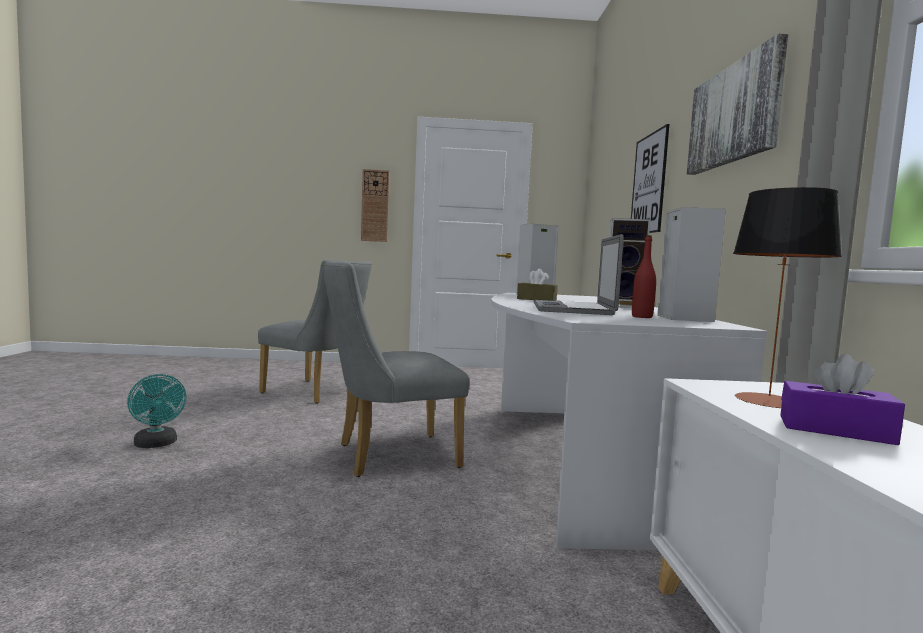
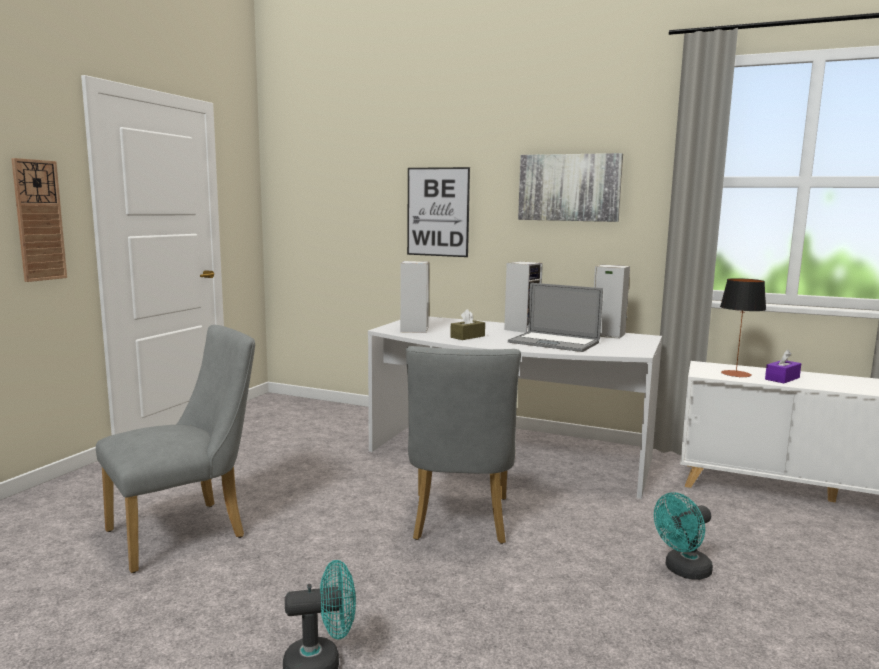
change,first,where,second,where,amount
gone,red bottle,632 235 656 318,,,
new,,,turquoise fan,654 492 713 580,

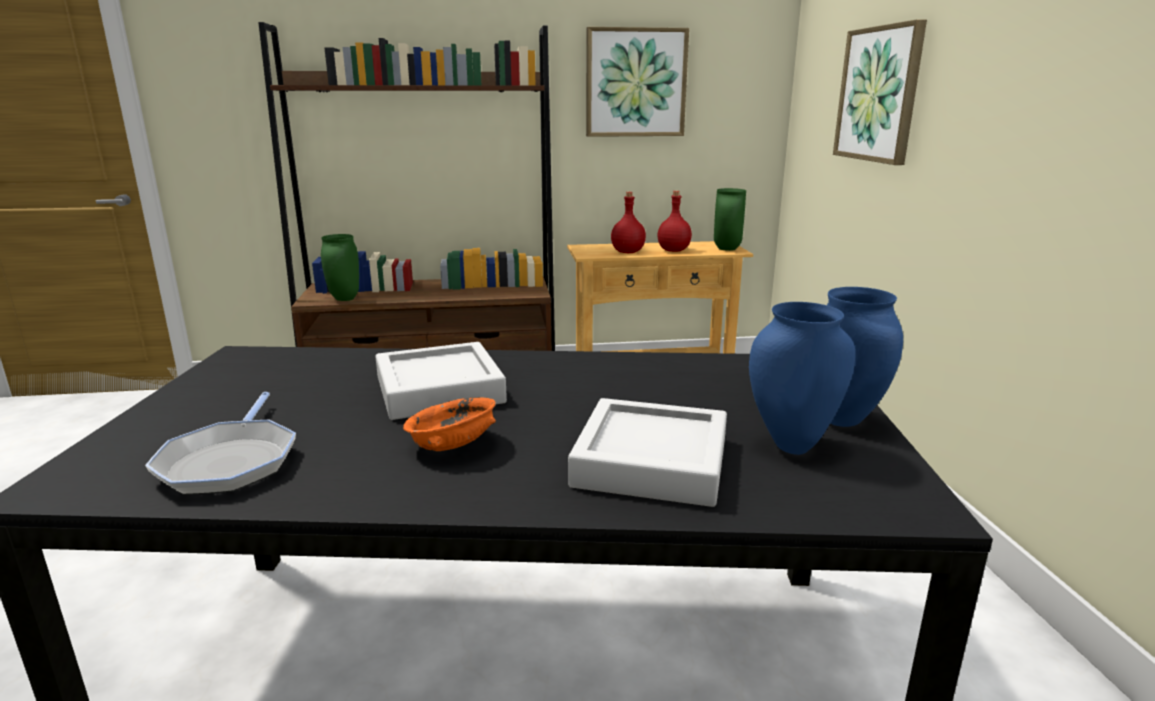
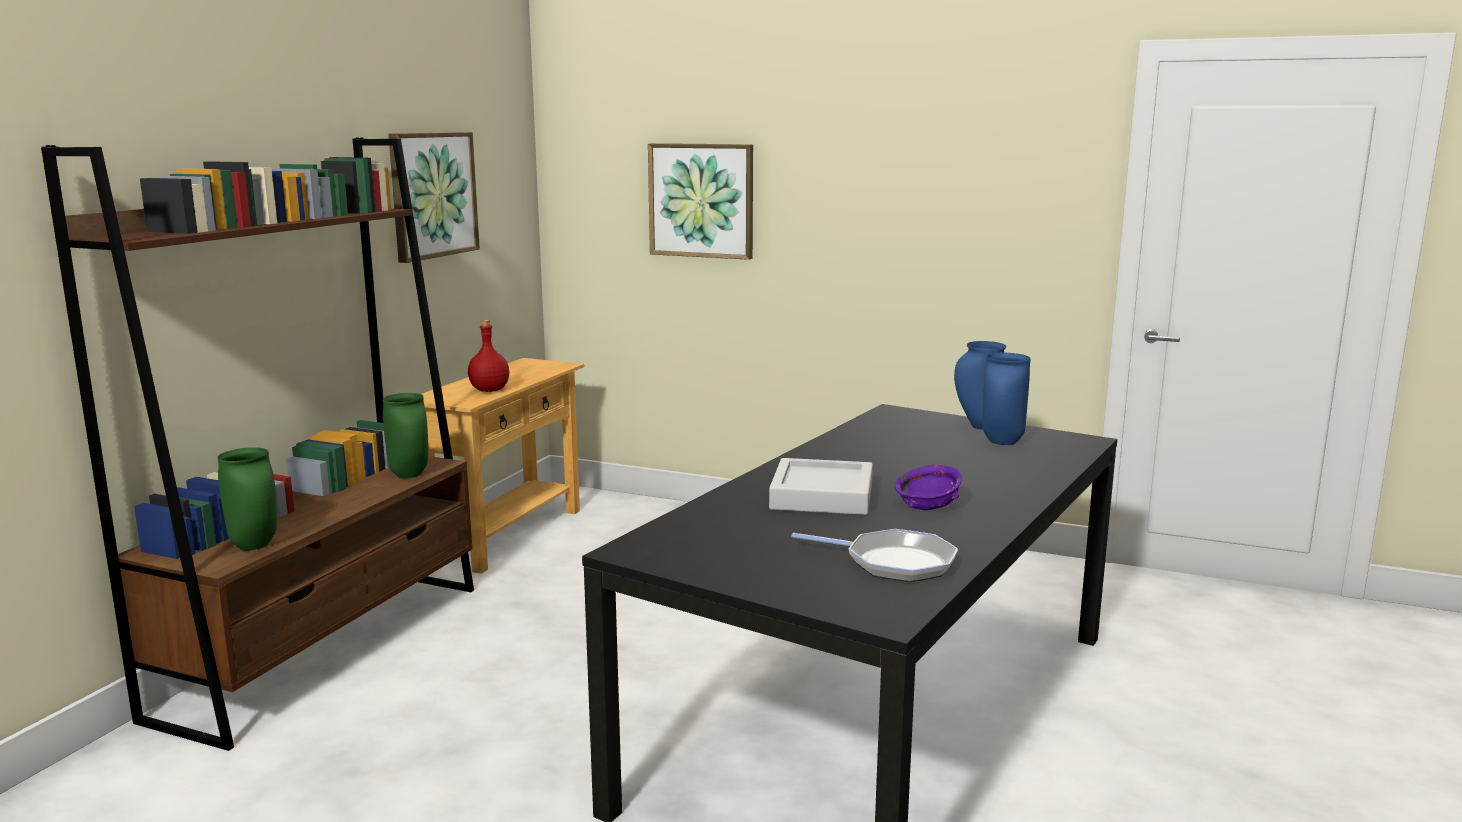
change,first,where,second,where,amount
gone,grey tray,568 398 727 507,,,
gone,red bottle,658 191 692 252,,,
shifted,green vase,714 188 746 251,,383 393 428 478,
repainted,orange bowl,403 397 496 451,purple bowl,895 465 962 510,

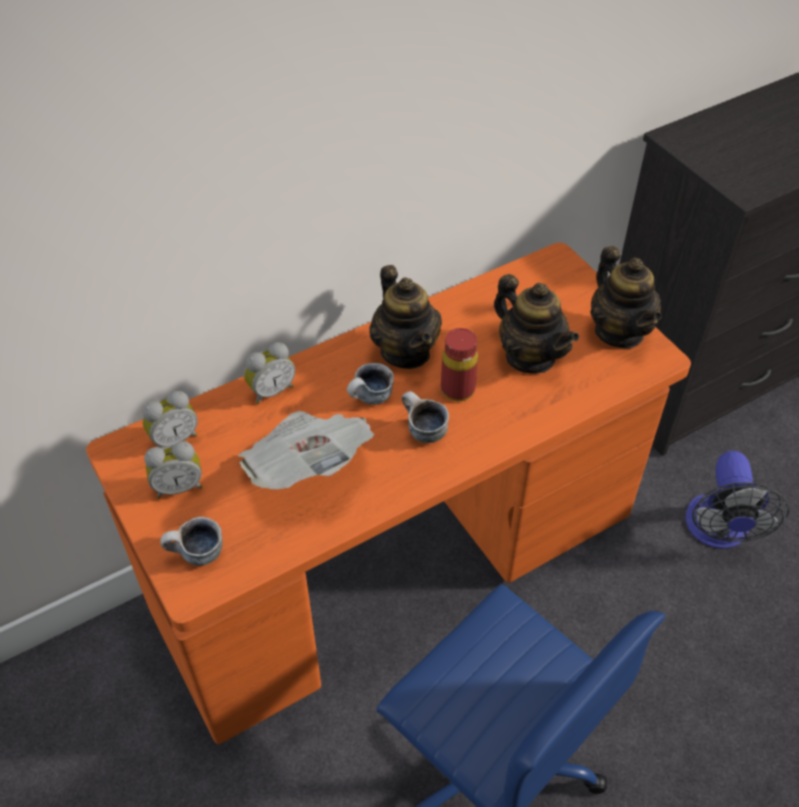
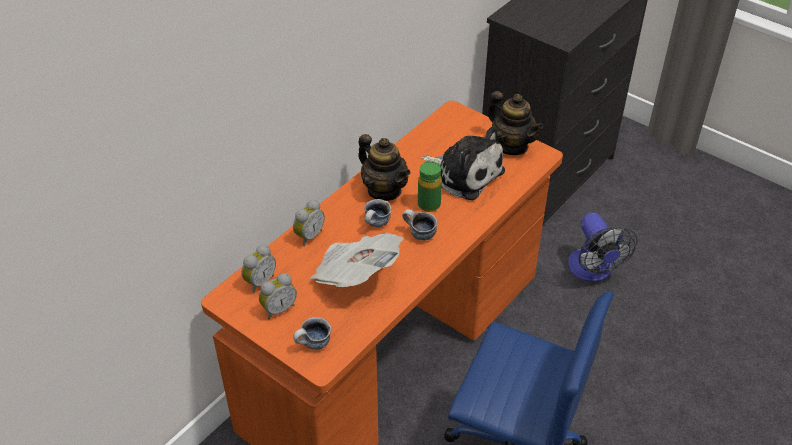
change,first,where,second,where,amount
swapped,teapot,494 274 579 374,plush toy,422 127 505 200,
repainted,red bottle,441 328 478 402,green bottle,418 161 442 212,

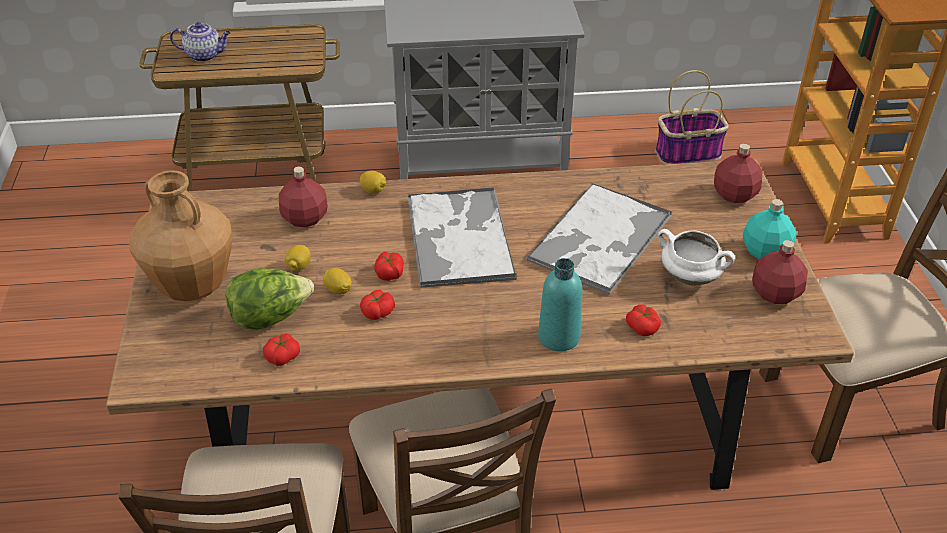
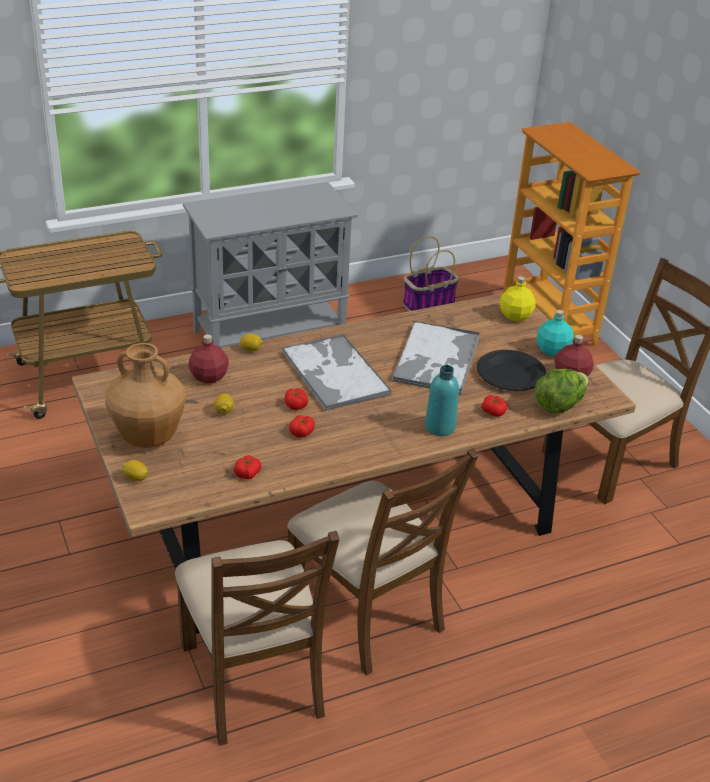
change,first,where,second,where,amount
gone,teapot,170 22 231 62,,,
shifted,lettuce,226 268 314 330,,534 369 588 413,
shifted,lemon,324 268 352 294,,123 460 148 481,
swapped,white cooking pot,658 229 735 286,black plate,477 350 546 391,
repainted,red bottle,714 144 763 203,yellow bottle,499 276 536 322,

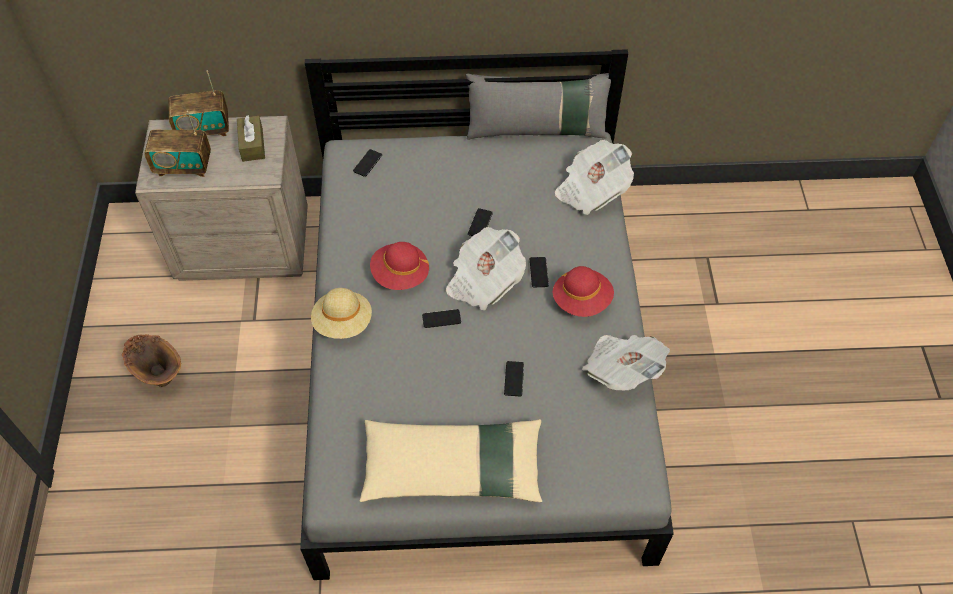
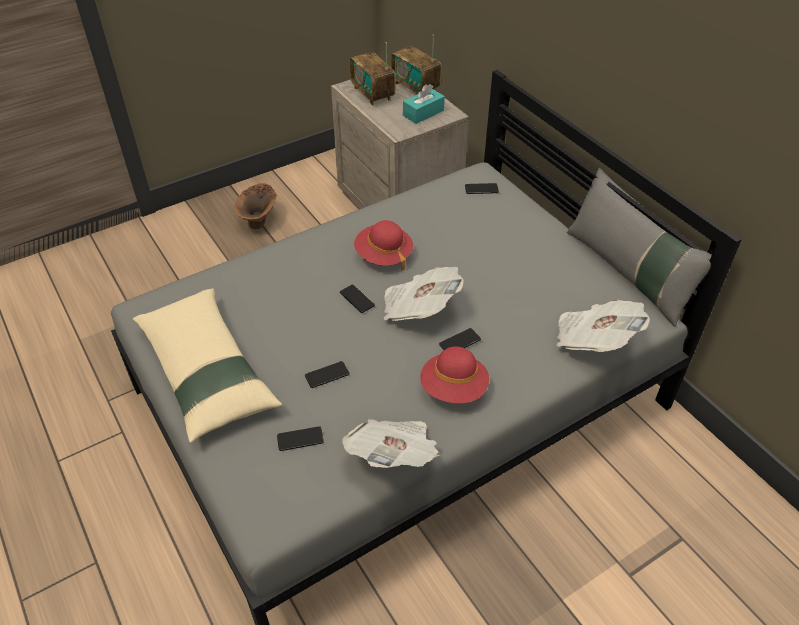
change,first,where,second,where,amount
gone,beige hat,311 288 372 339,,,
shifted,phone,468 208 493 236,,277 426 324 451,
repainted,brown tissue box,237 115 265 162,turquoise tissue box,403 84 445 124,

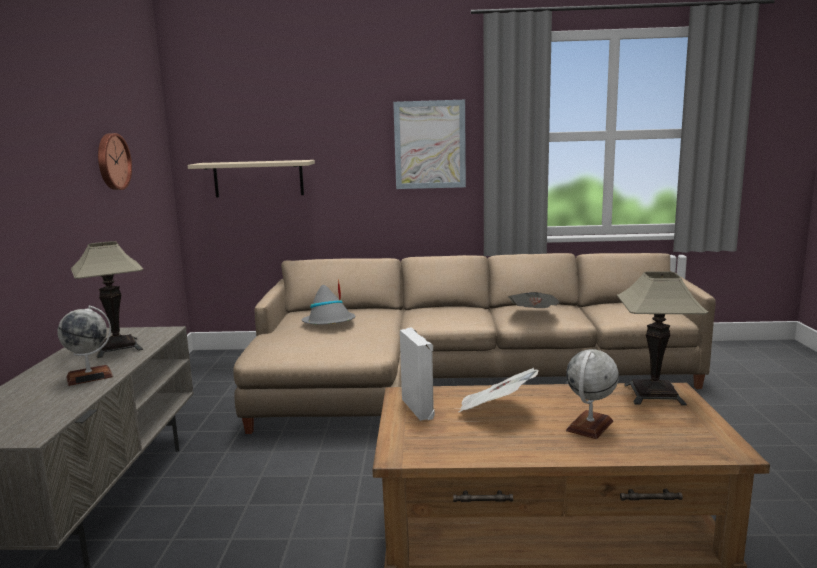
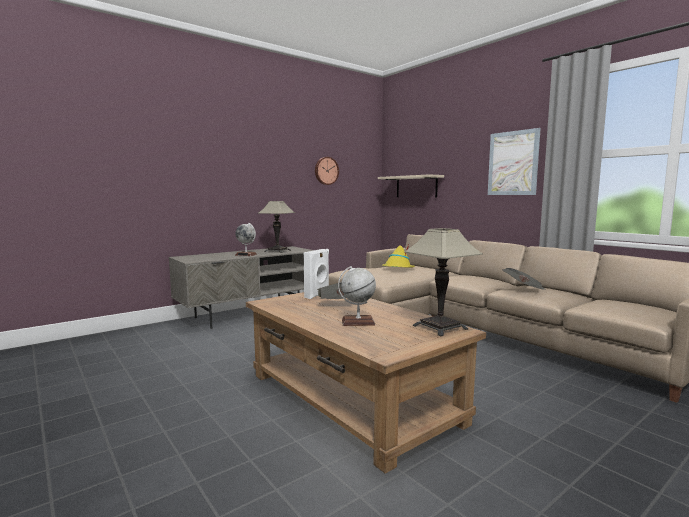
change,first,where,second,where,amount
repainted,grey hat,302 279 355 325,yellow hat,382 245 415 268,

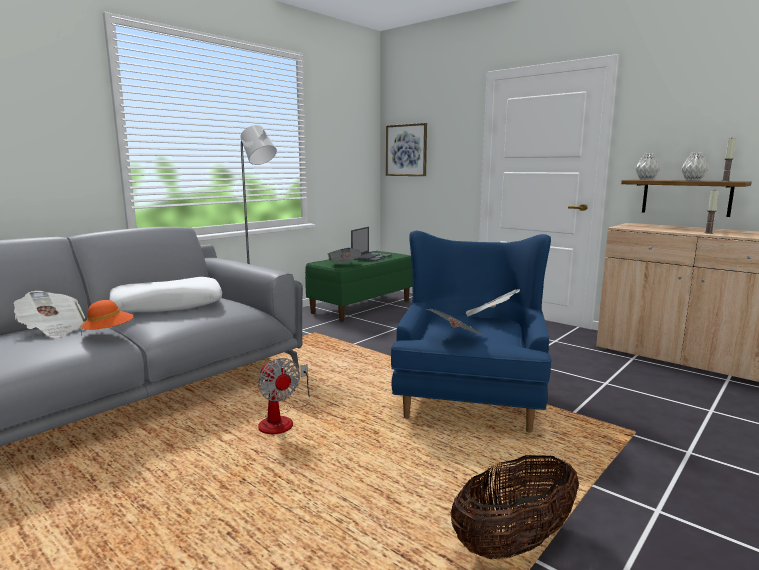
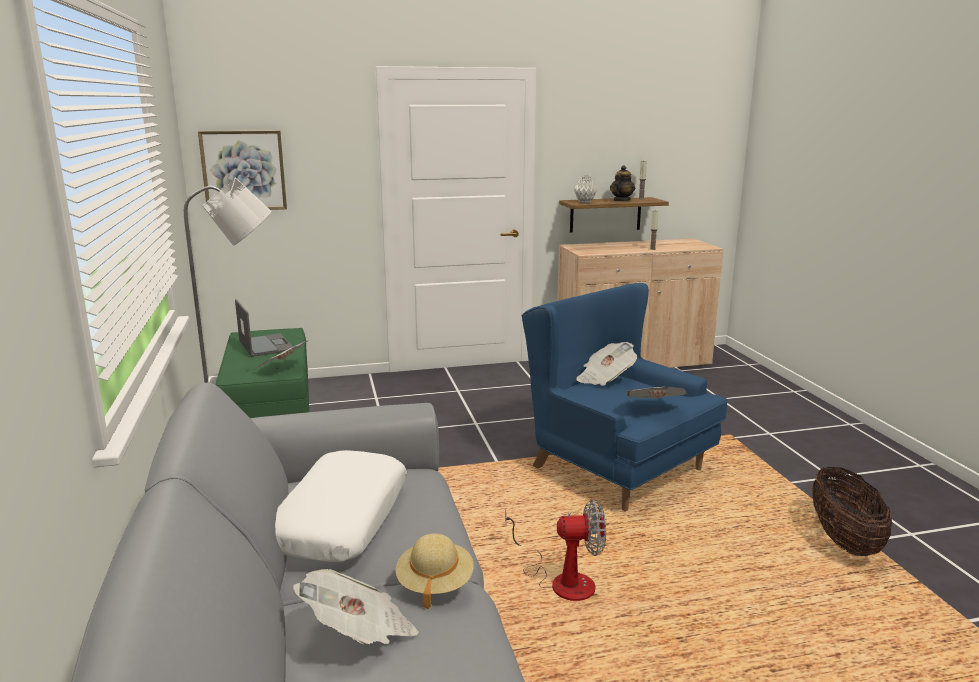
change,first,where,second,where,amount
swapped,grey vase,681 152 708 181,teapot,610 165 635 201,
repainted,orange hat,80 300 133 336,beige hat,396 533 474 609,

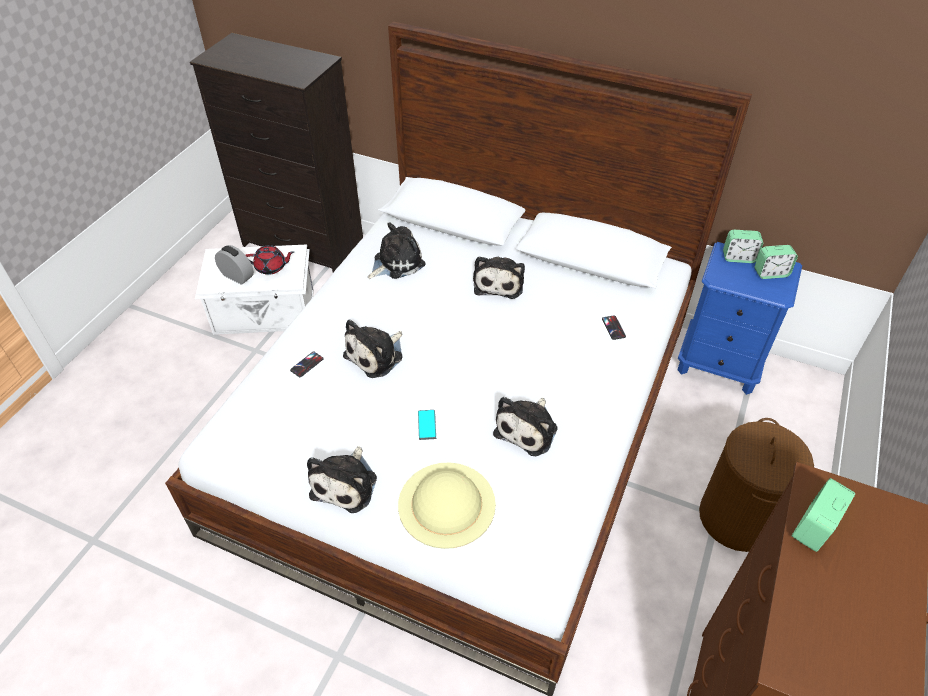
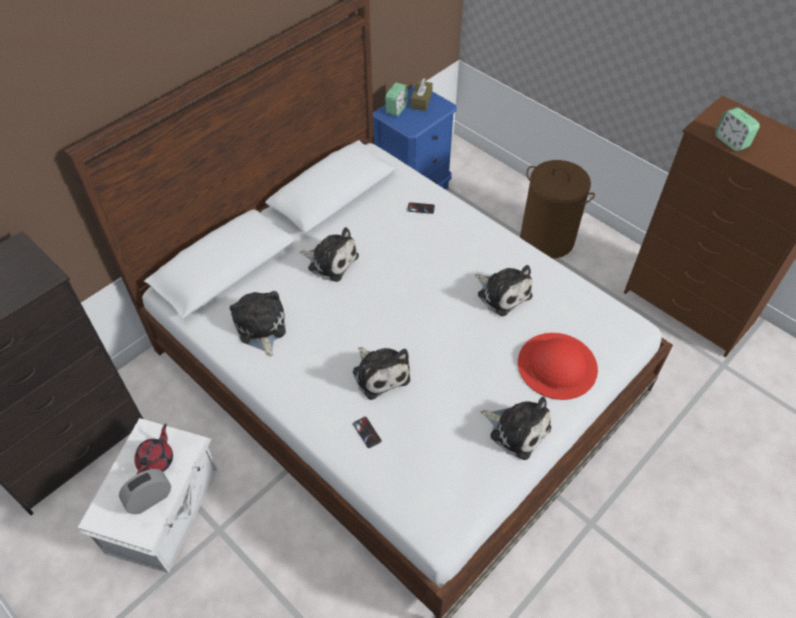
change,first,where,second,where,amount
gone,phone,418 410 436 440,,,
swapped,alarm clock,754 245 798 279,brown tissue box,411 78 433 111,
repainted,beige hat,398 462 496 549,red hat,518 333 598 400,

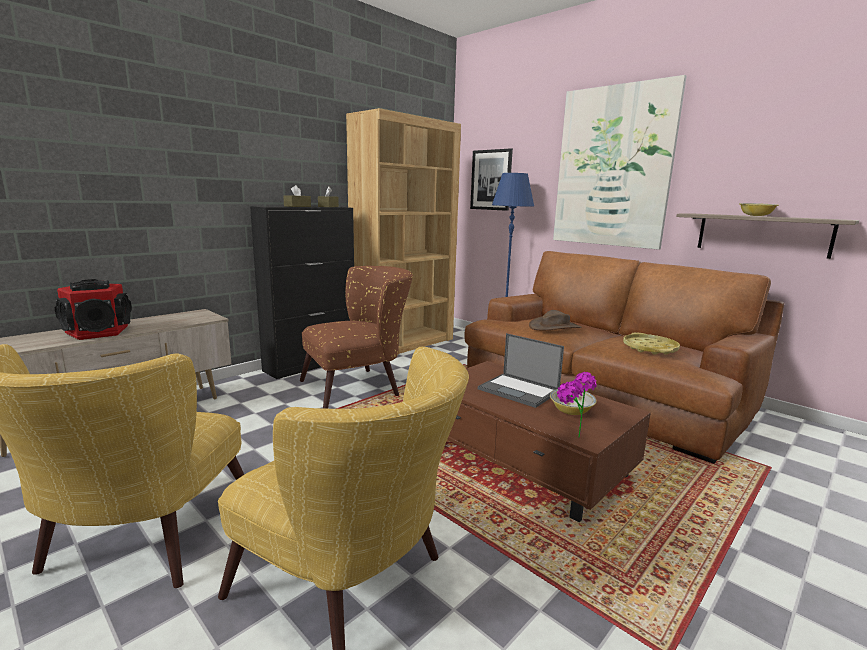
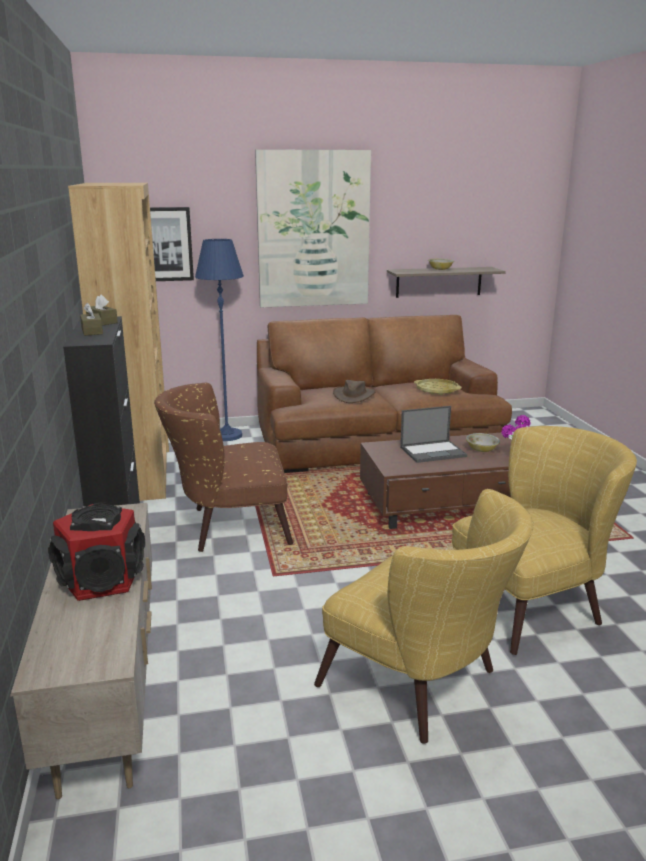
change,first,where,second,where,amount
rotated,brown armchair,300 266 413 409,,154 383 293 552,105 degrees counterclockwise

